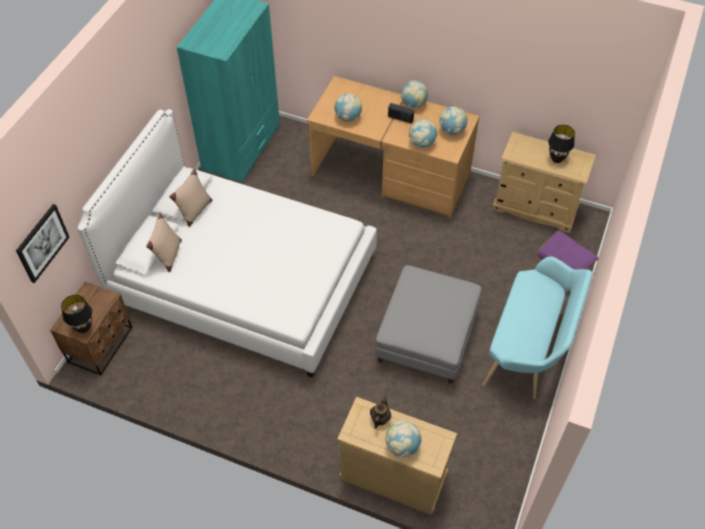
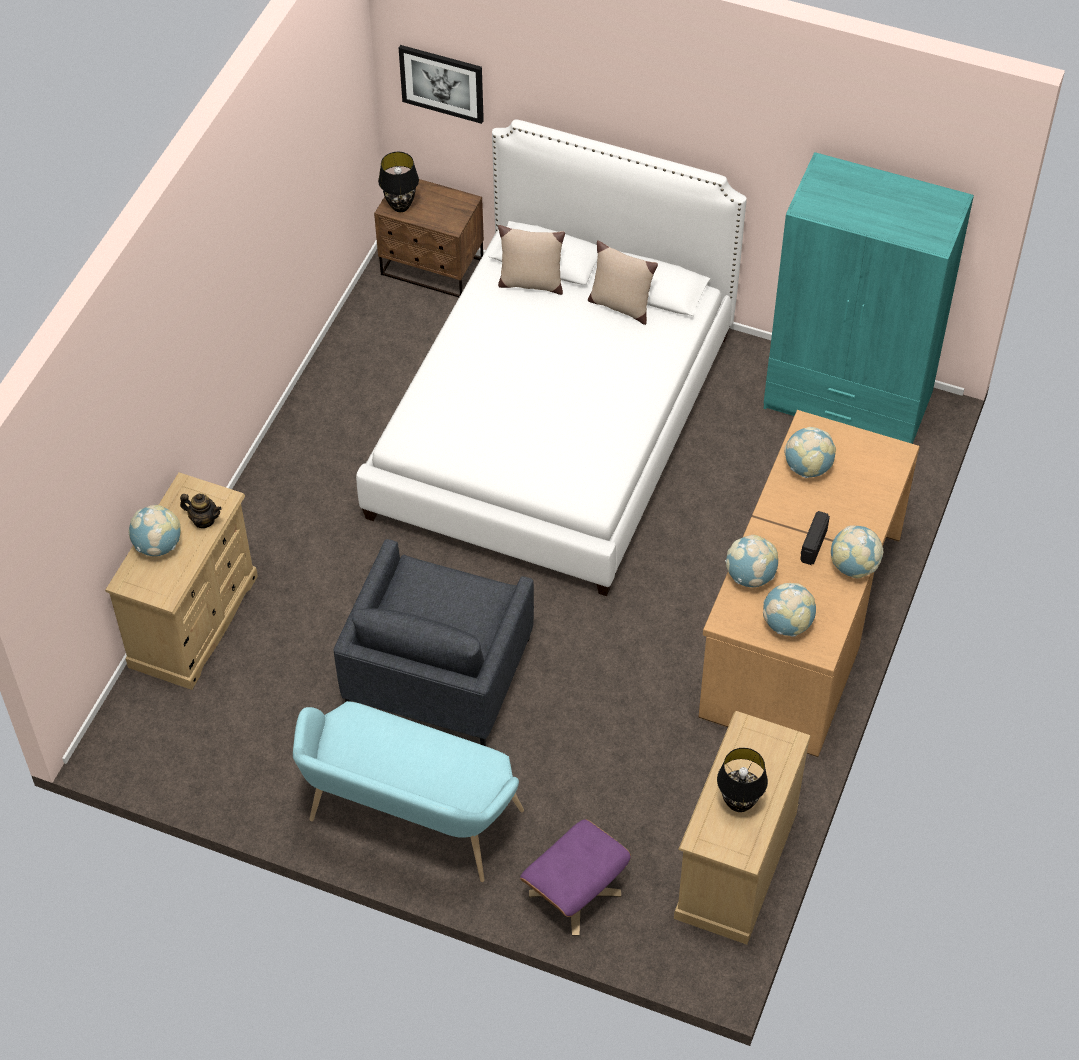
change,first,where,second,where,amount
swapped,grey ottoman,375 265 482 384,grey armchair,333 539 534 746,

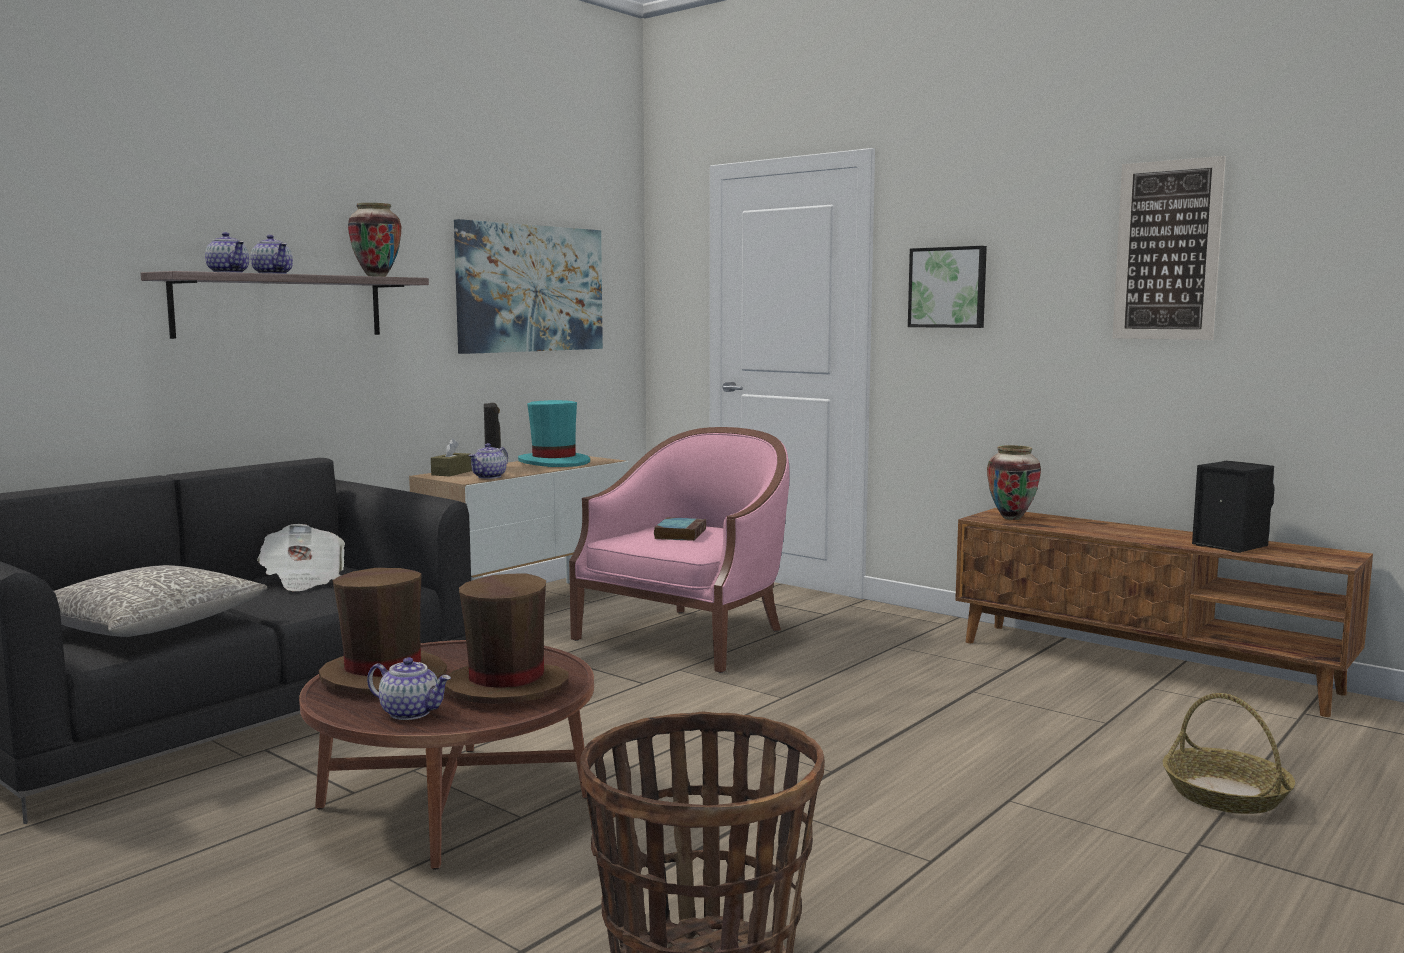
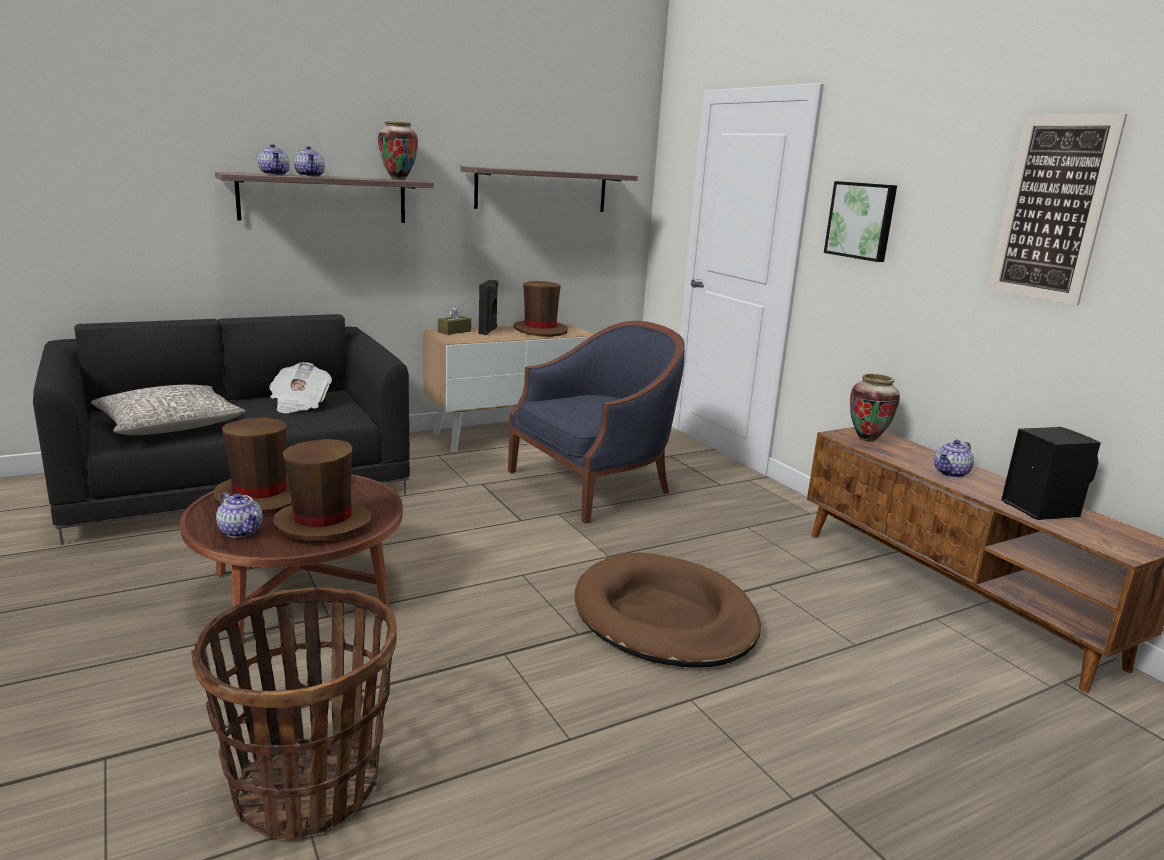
change,first,where,second,where,amount
gone,book,654 517 706 541,,,
gone,basket,1163 693 1295 814,,,
new,,,brown dog bed,574 552 761 668,
shifted,teapot,469 443 508 479,,934 440 974 478,
swapped,picture,454 219 603 354,shelf,460 166 638 212,
repainted,turquoise hat,518 400 590 467,brown hat,514 281 568 337,
repainted,pink armchair,569 427 790 673,blue armchair,508 321 685 523,

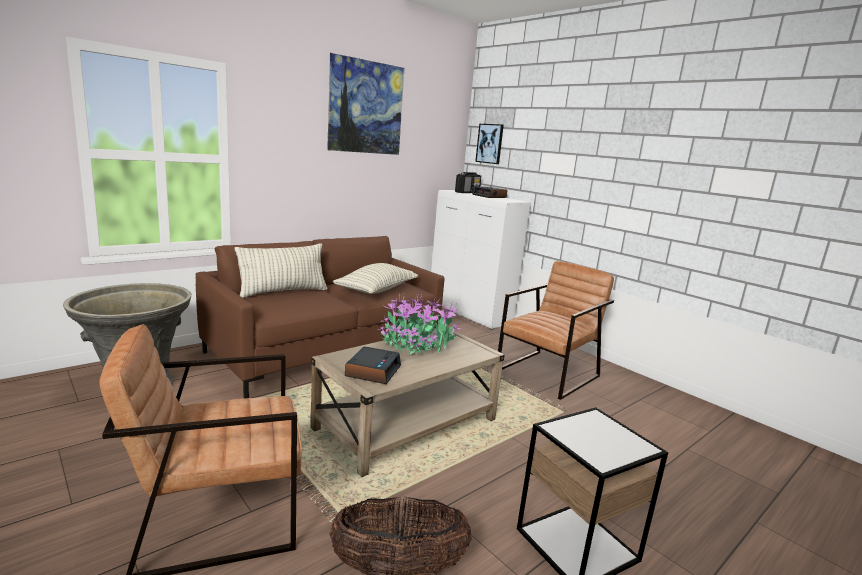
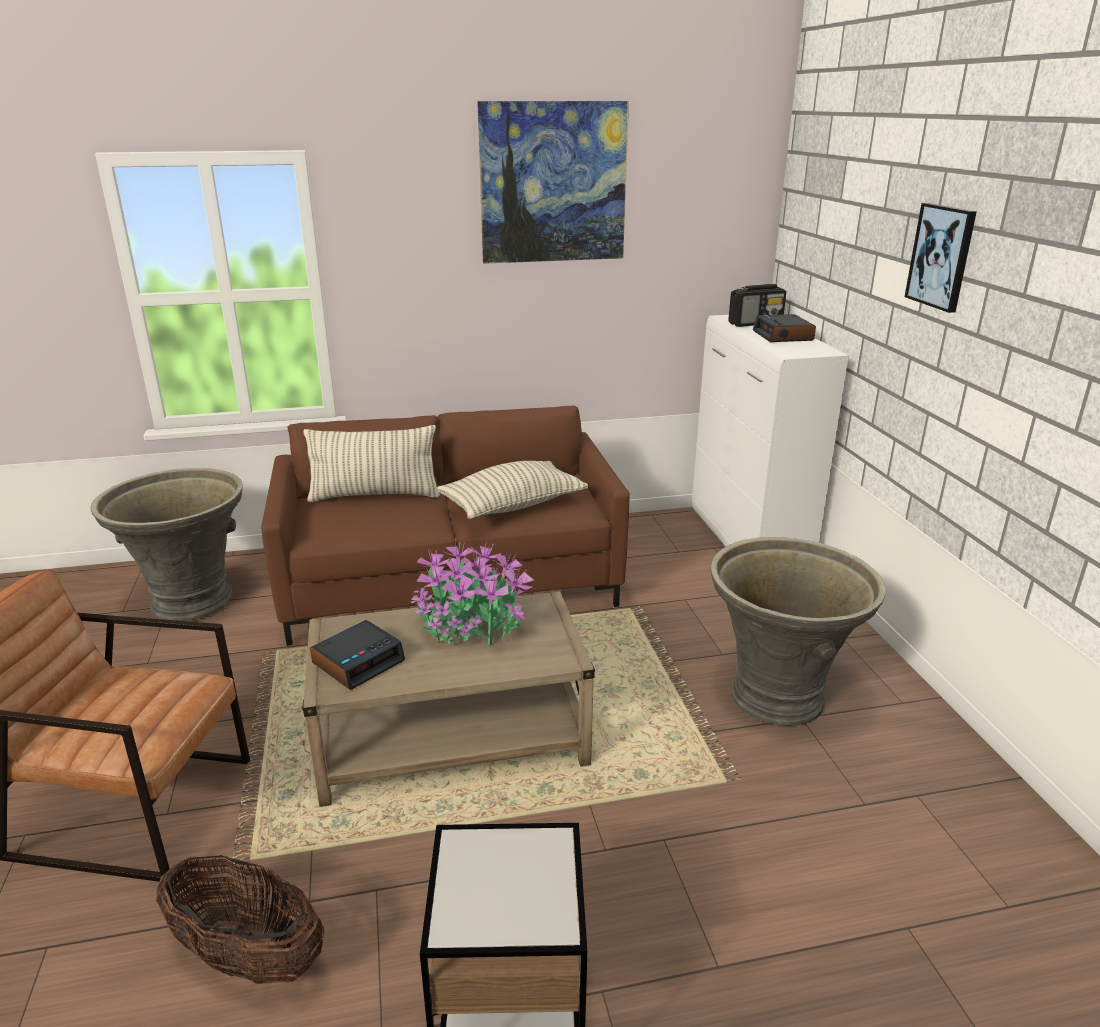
change,first,where,second,where,amount
shifted,picture,475 124 504 164,,905 203 977 313,
swapped,brown armchair,498 261 614 400,grey planter,710 537 886 726,

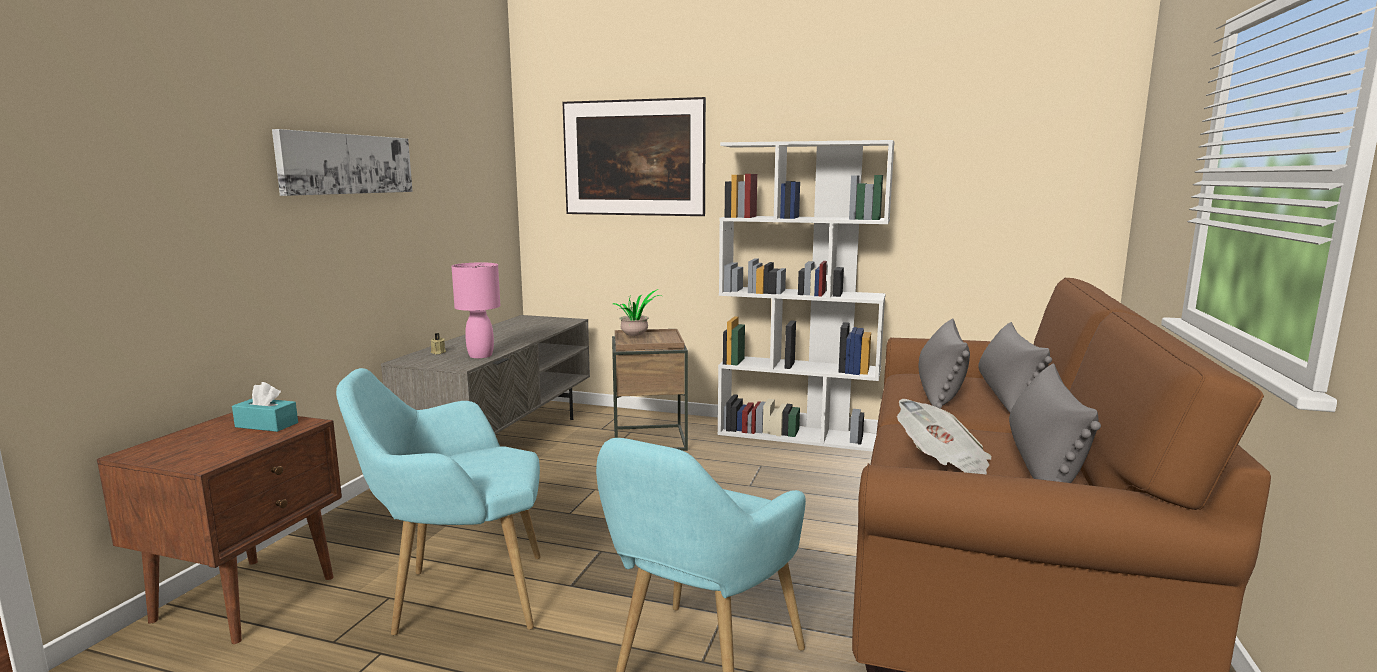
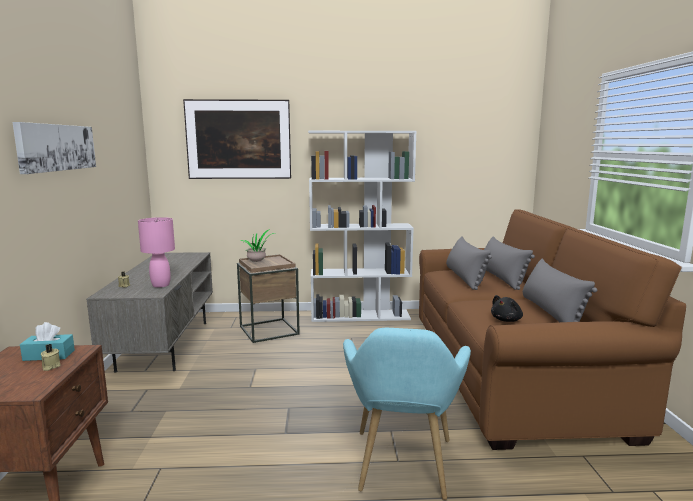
change,first,where,second,where,amount
gone,turquoise armchair,336 368 541 635,,,
new,,,beige candle,41 344 61 371,
swapped,newspaper,897 399 992 474,black plush toy,491 295 523 322,

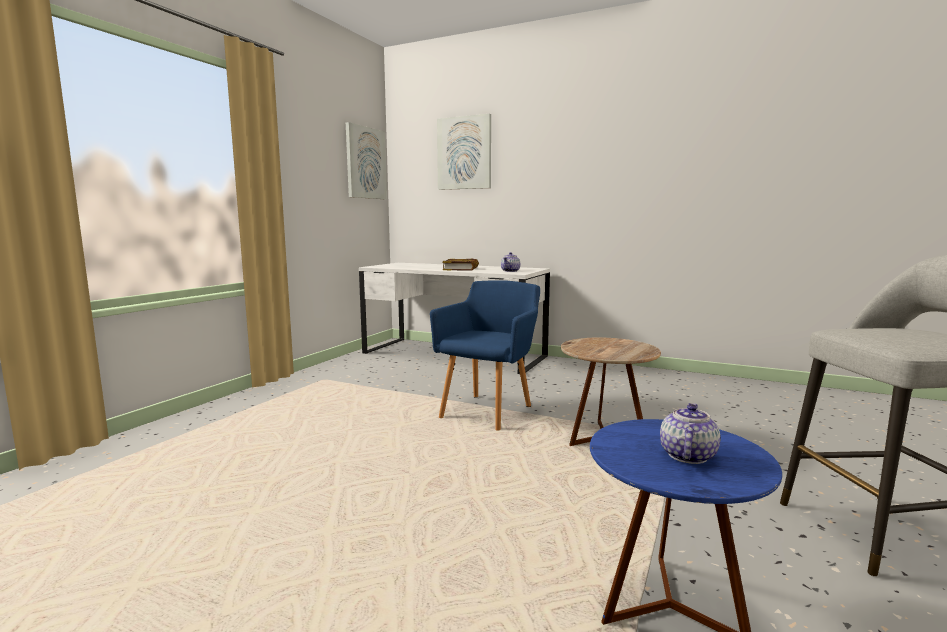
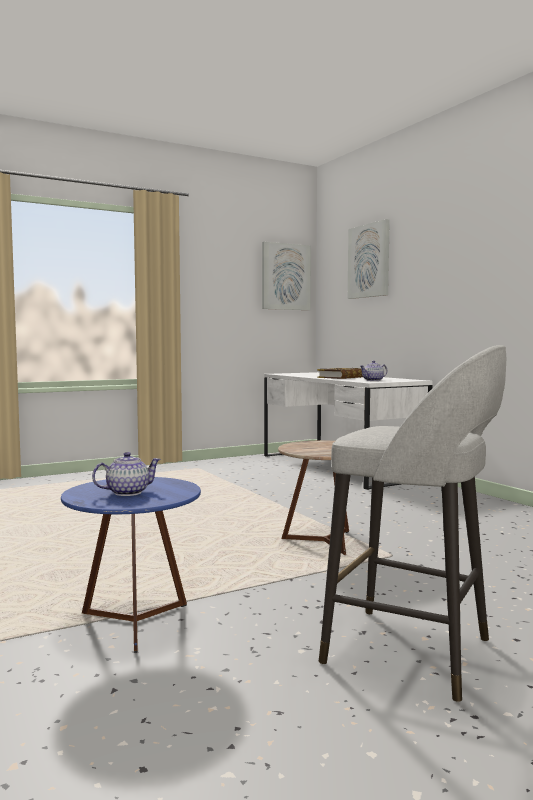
change,first,where,second,where,amount
gone,blue armchair,430 280 540 431,,,

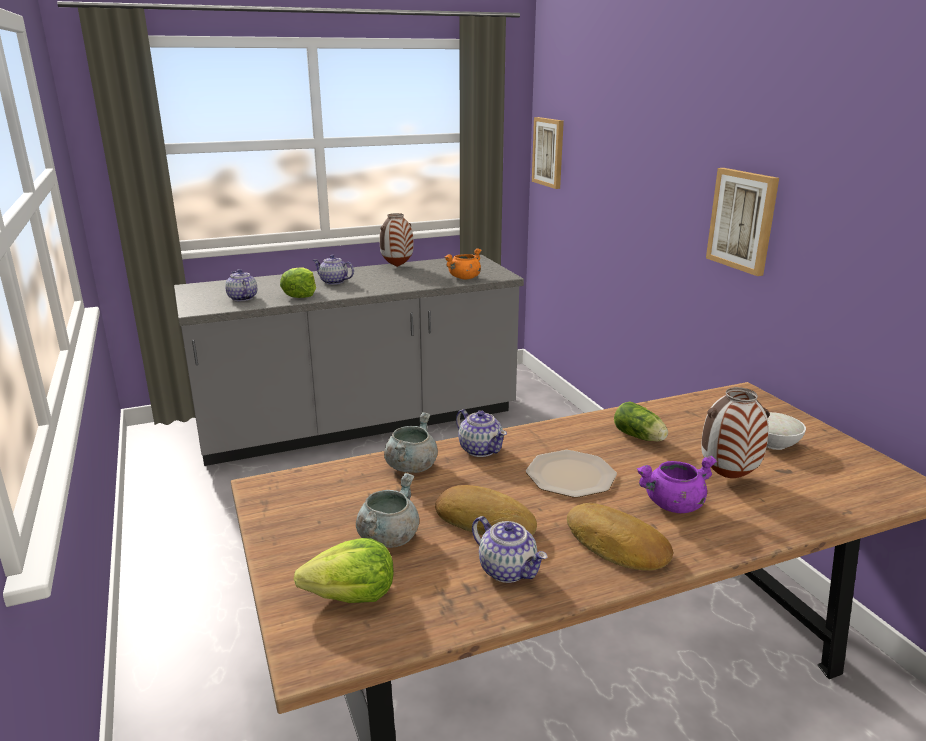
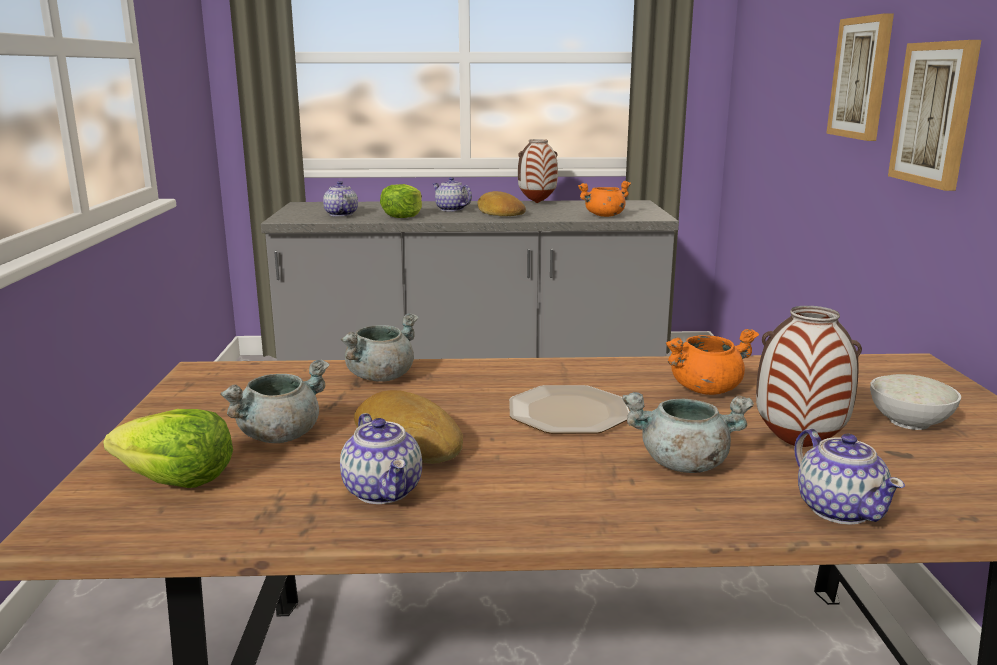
change,first,where,second,where,amount
shifted,teapot,456 409 507 457,,794 428 905 525,
shifted,picture,532 117 564 189,,826 13 894 141,
shifted,bread,567 503 673 570,,477 191 526 216,
swapped,lettuce,614 402 668 441,orange cooking pot,665 329 759 395,
repainted,purple cooking pot,637 456 717 513,grey cooking pot,622 392 754 473,

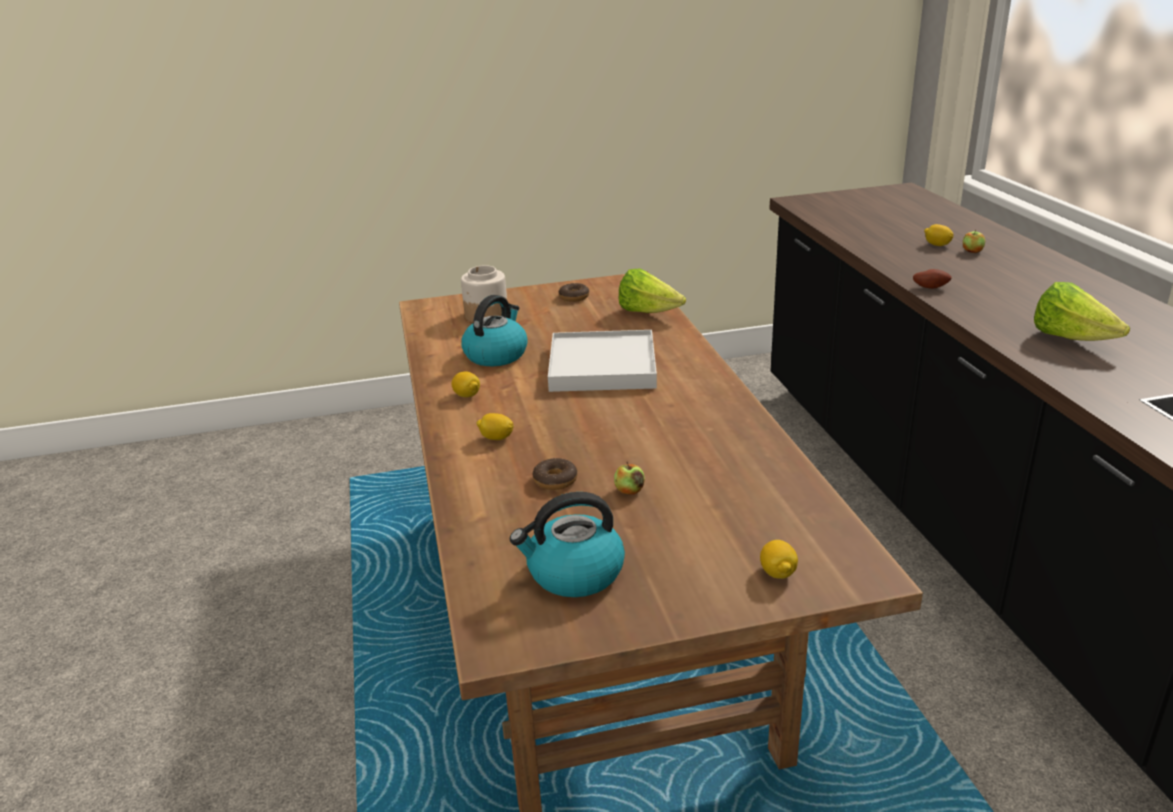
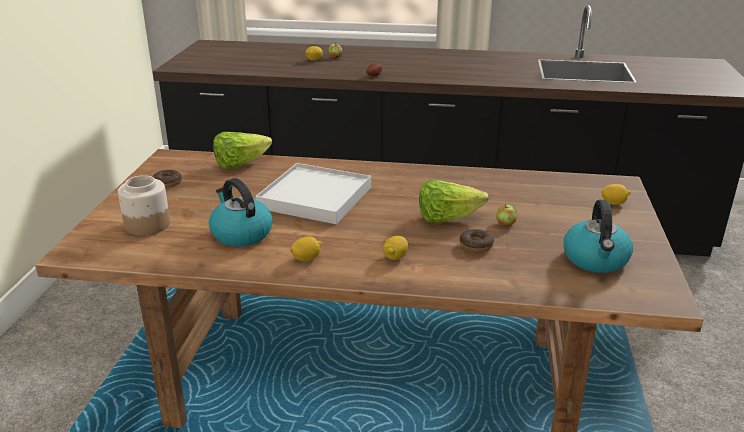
change,first,where,second,where,amount
shifted,lettuce,1034 282 1130 341,,419 179 489 223,

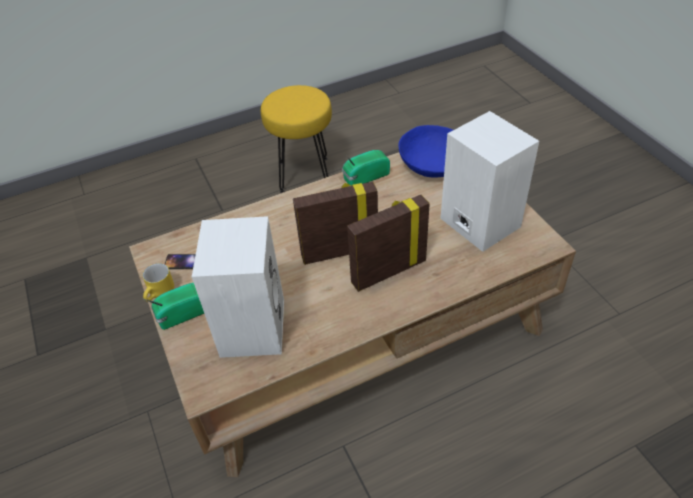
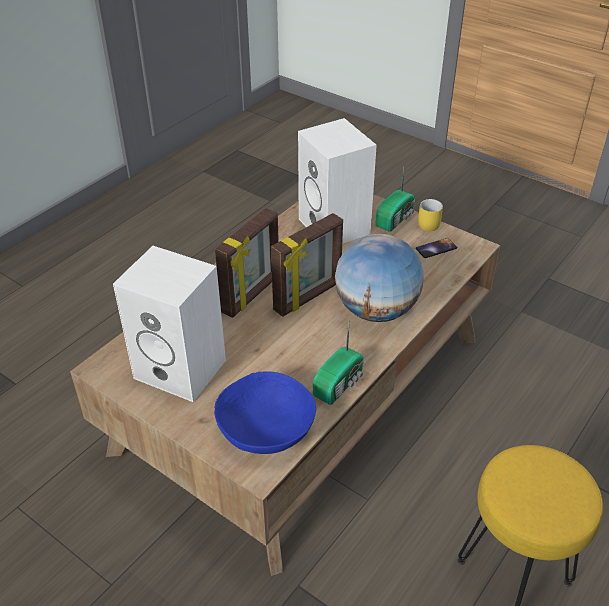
change,first,where,second,where,amount
new,,,globe,335 234 424 322,

